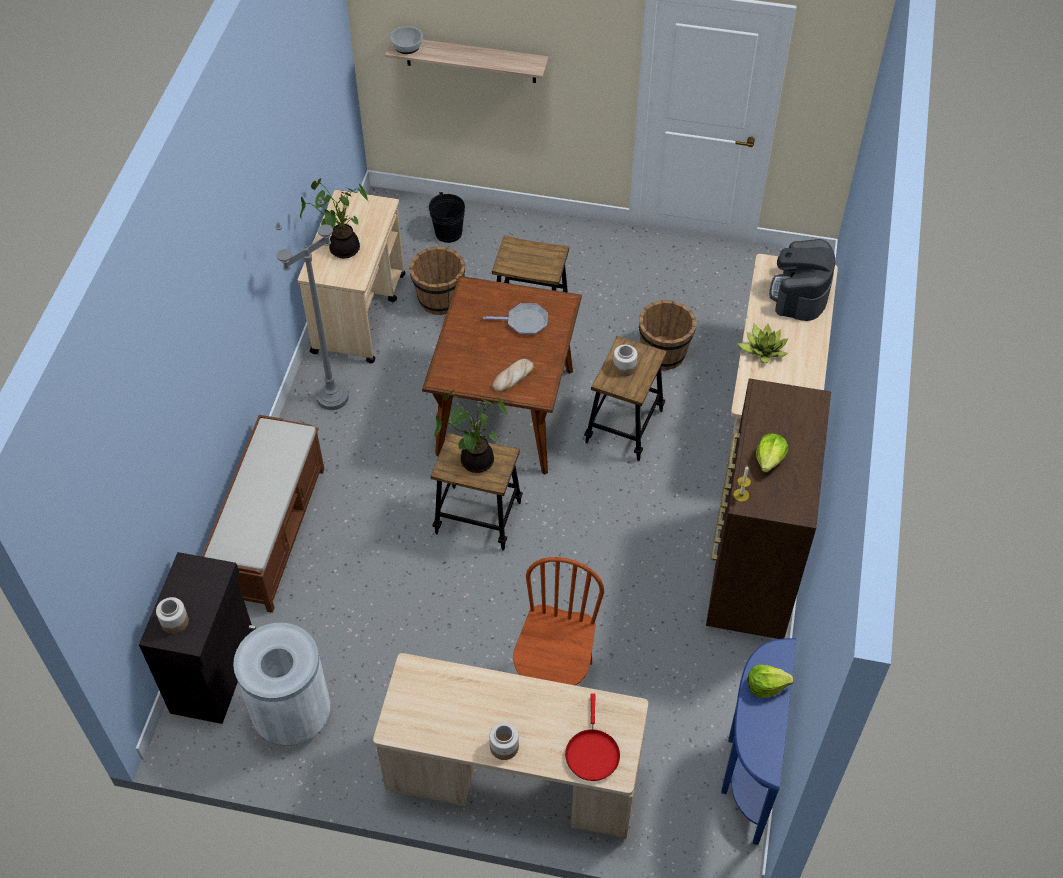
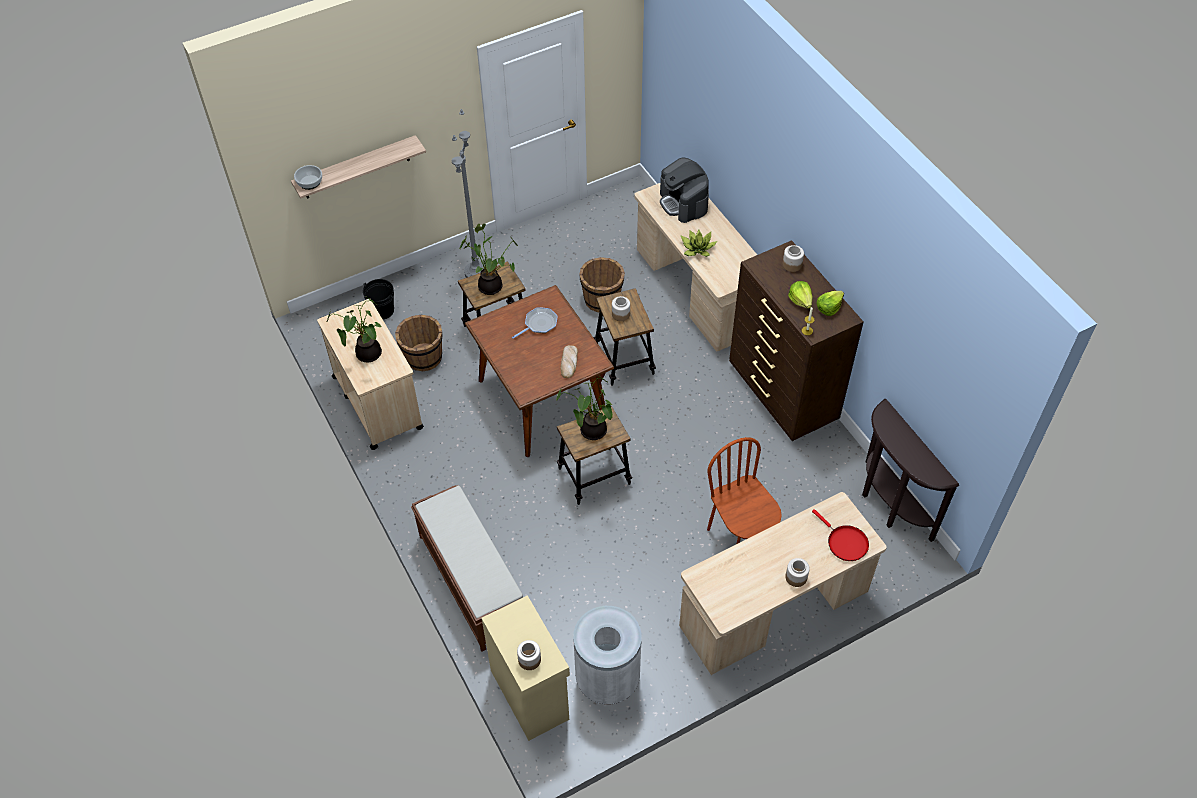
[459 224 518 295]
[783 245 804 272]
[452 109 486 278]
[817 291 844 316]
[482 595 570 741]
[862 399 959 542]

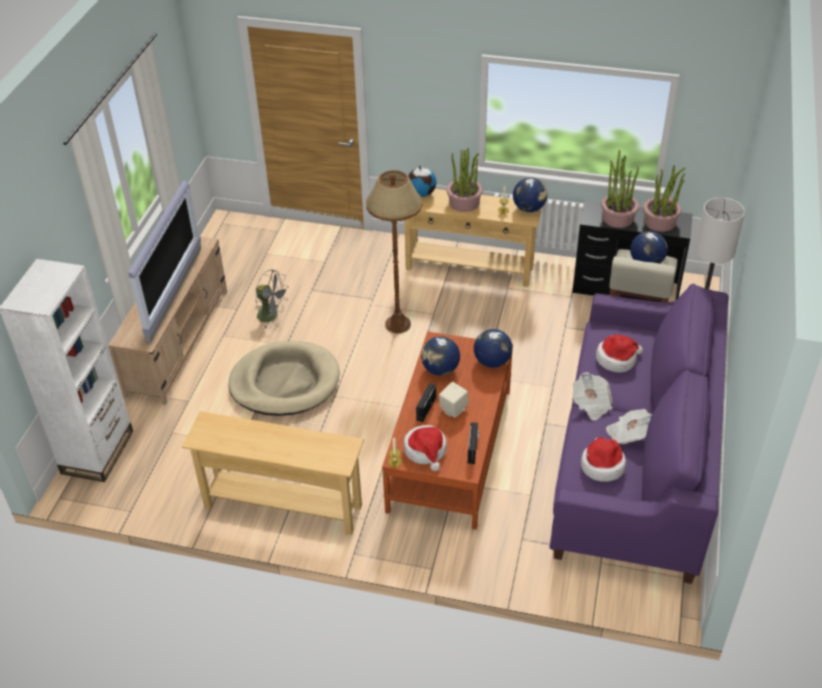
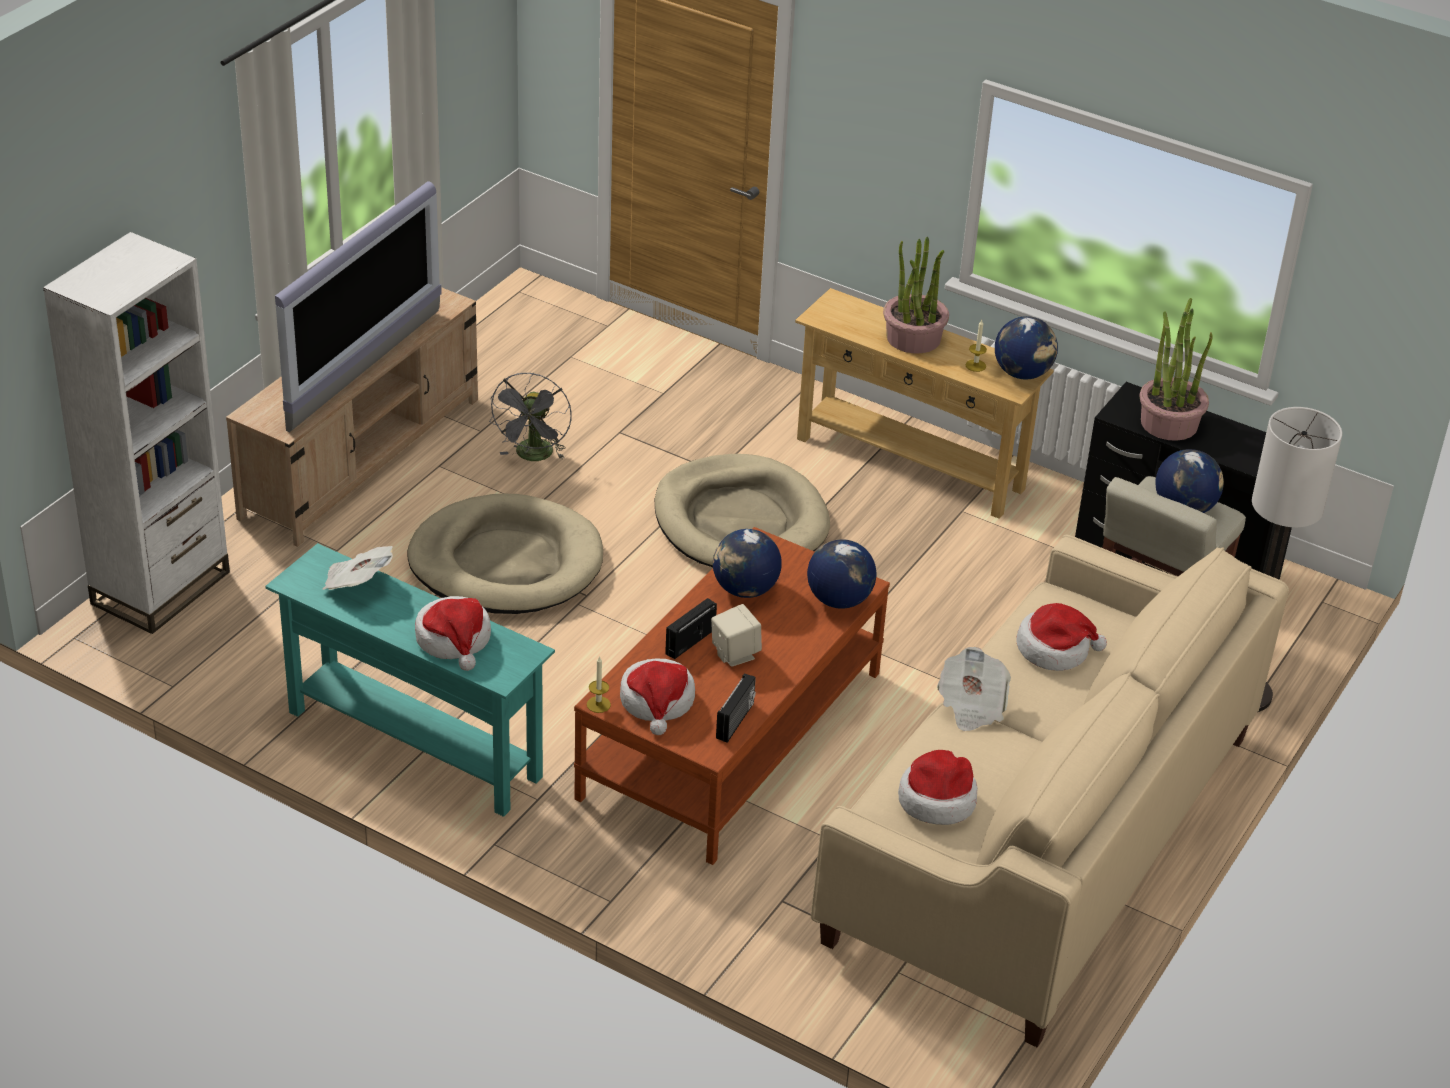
[408 166 436 197] (first image)
[643 165 685 232] (first image)
[415 596 491 671]
[322 546 393 590]
[655 454 830 567]
[265 543 555 817]
[811 535 1289 1047]
[489 373 572 461]

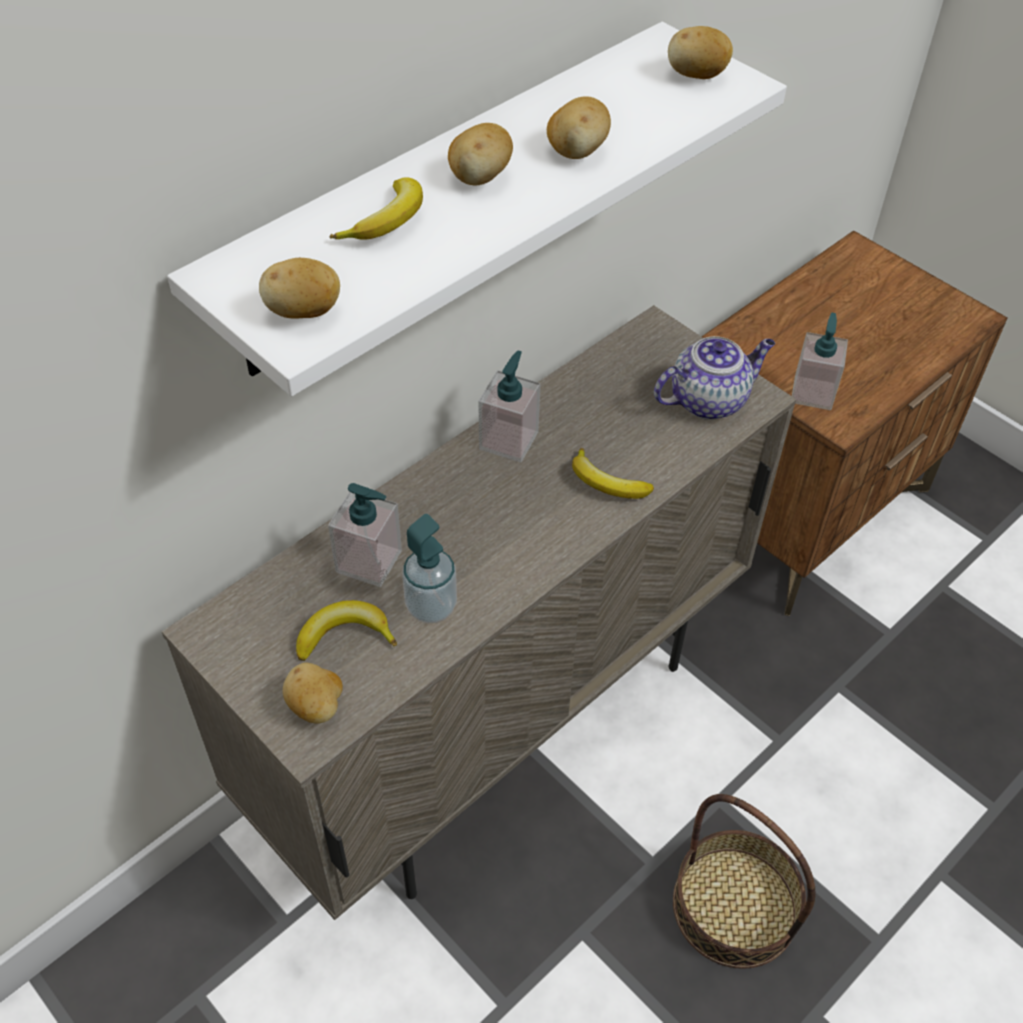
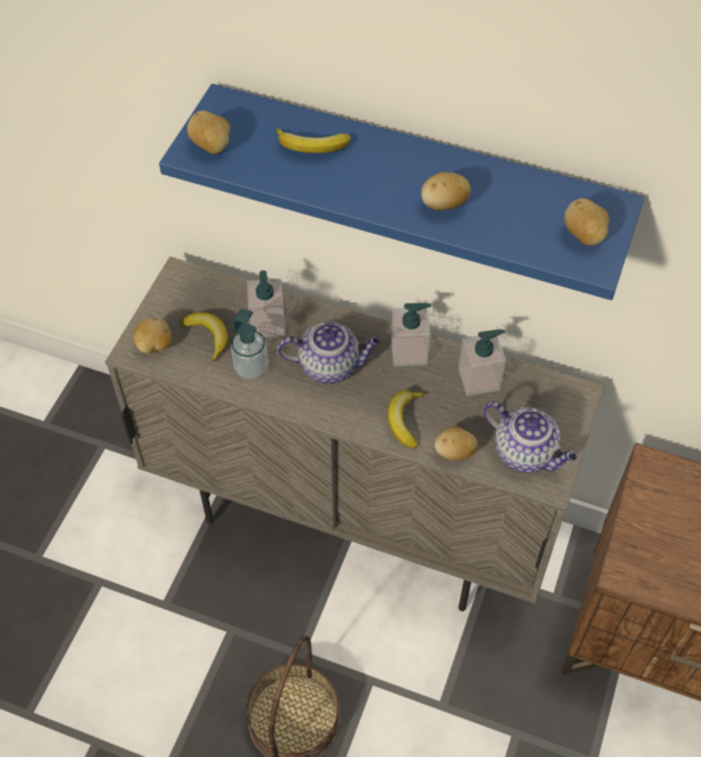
[278 322 380 384]
[434 427 477 461]
[458 329 506 396]
[159 84 644 300]

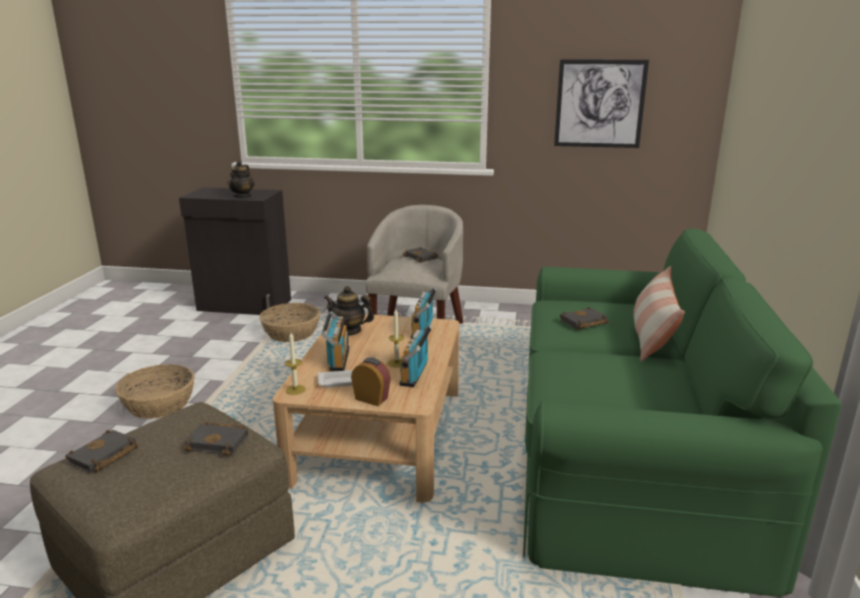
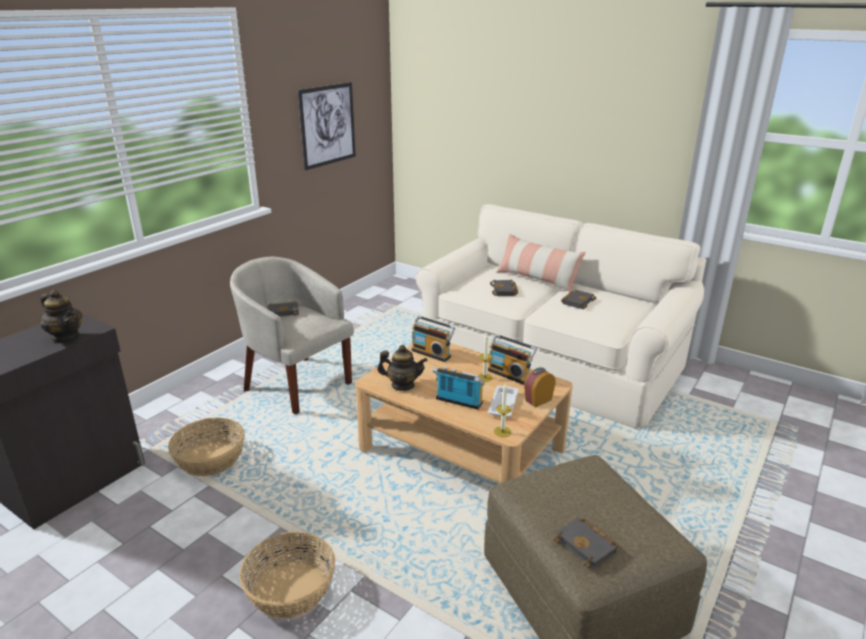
[561 290 596 309]
[416 204 707 428]
[377 345 427 391]

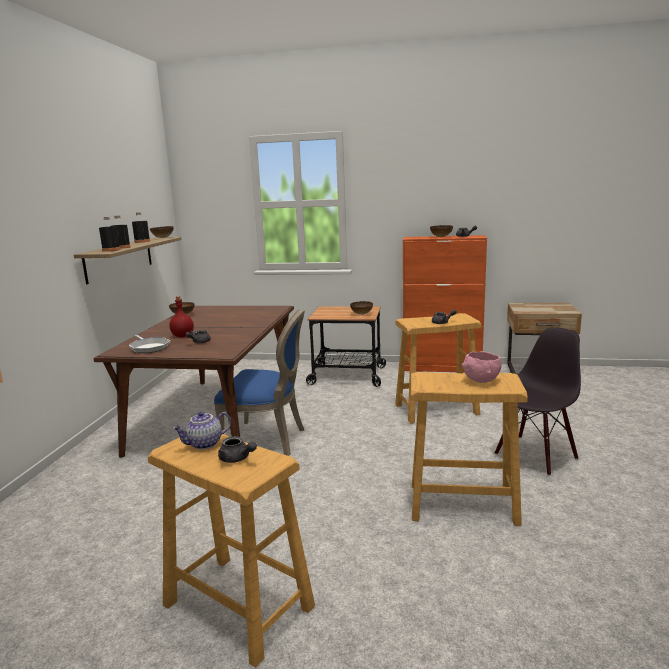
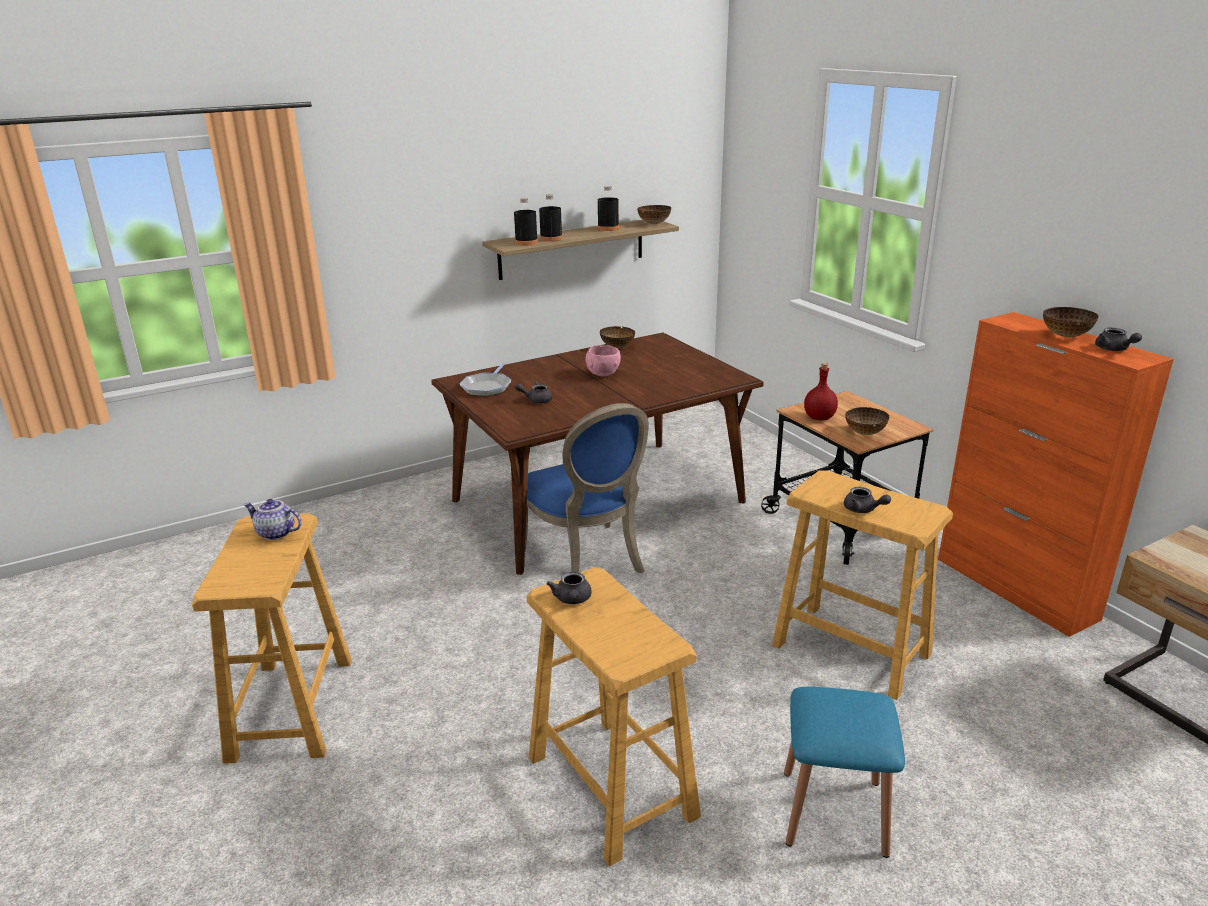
[804 363 838 420]
[547 571 592 604]
[586 345 621 376]
[784 687 905 858]

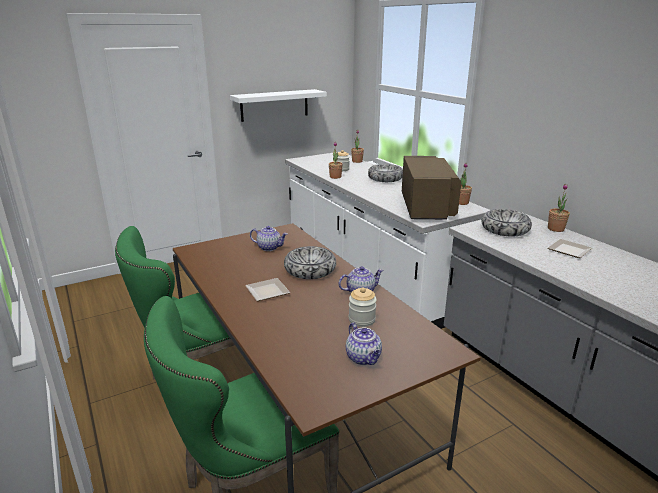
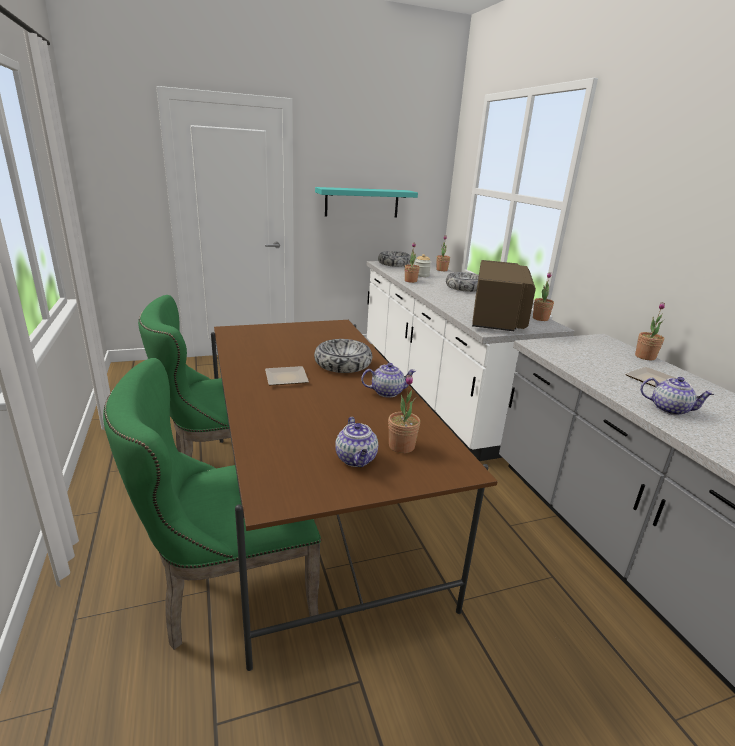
[349 287 377 327] (first image)
[388 375 420 453]
[640 377 714 416]
[378 251 411 267]
[315 187 418 218]

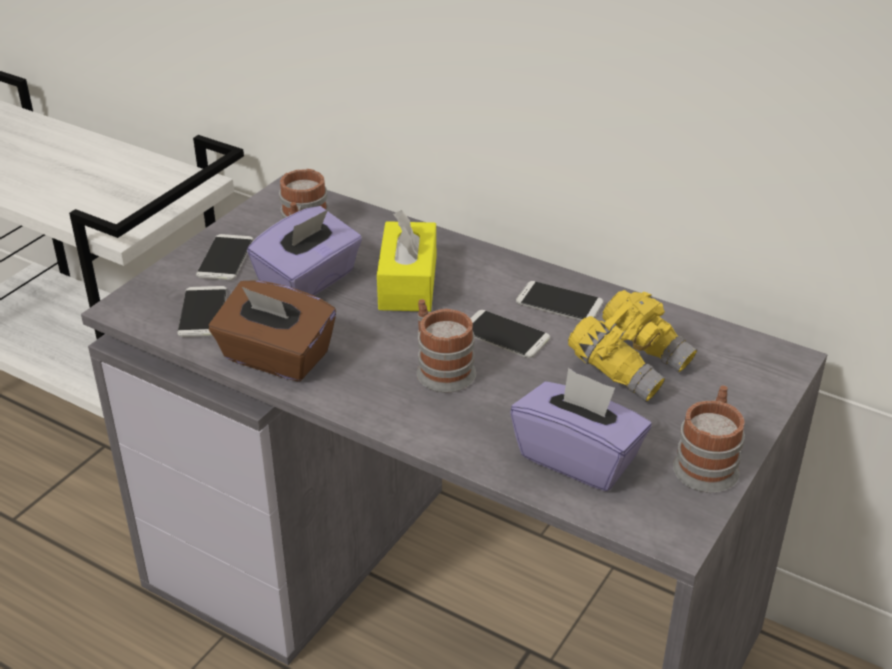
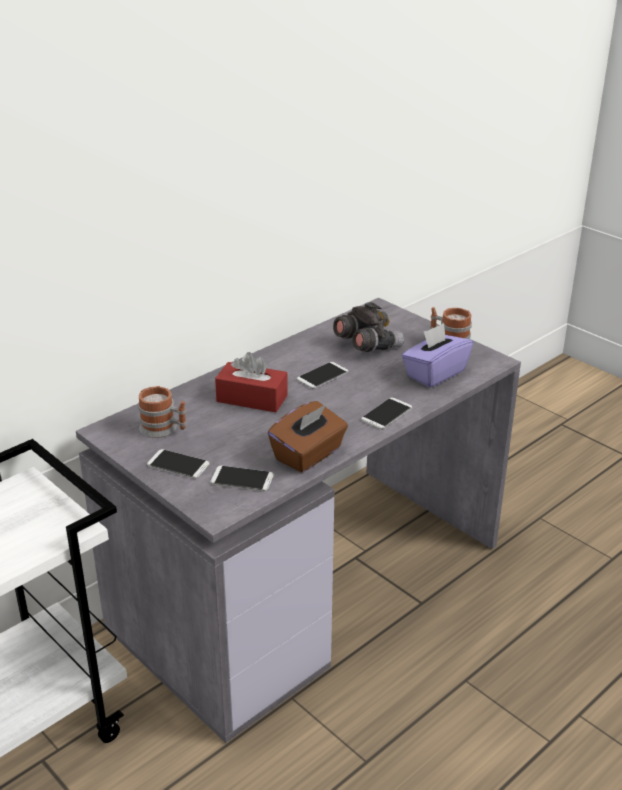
[247 206 362 296] (first image)
[417 299 476 392] (first image)
[361 398 412 429]
[215 352 288 412]
[333 302 404 352]

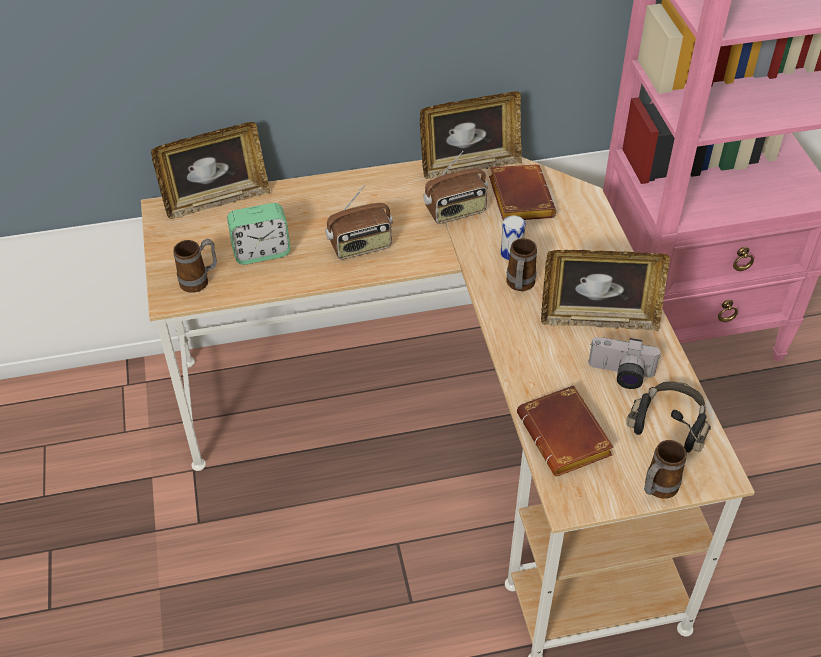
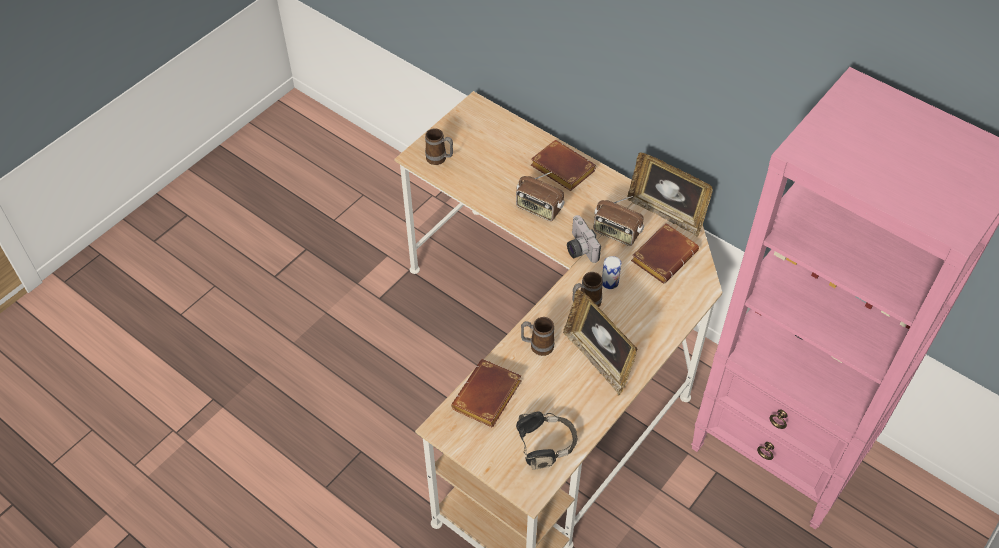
[151 122 270 219] (first image)
[227 203 291 265] (first image)
[531 140 596 191]
[567 215 601 263]
[521 317 555 356]

